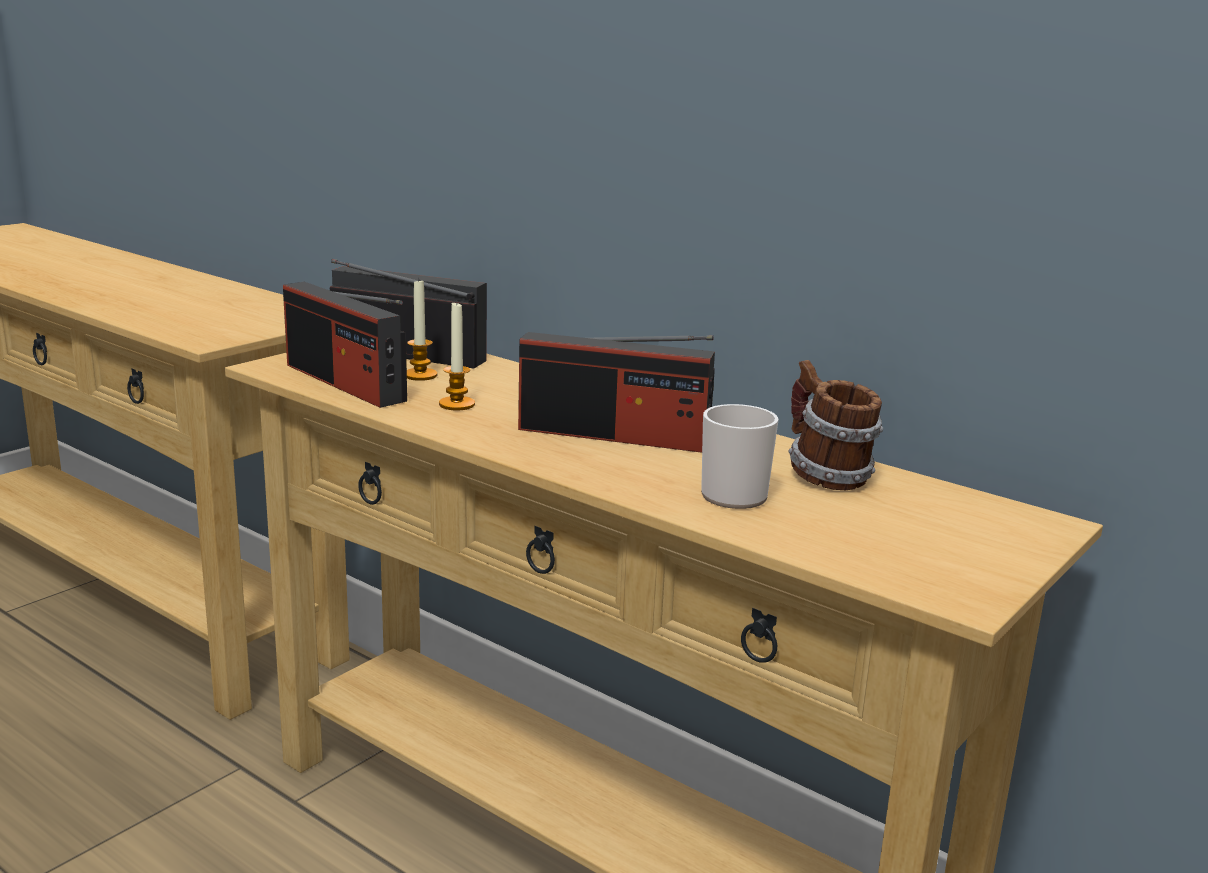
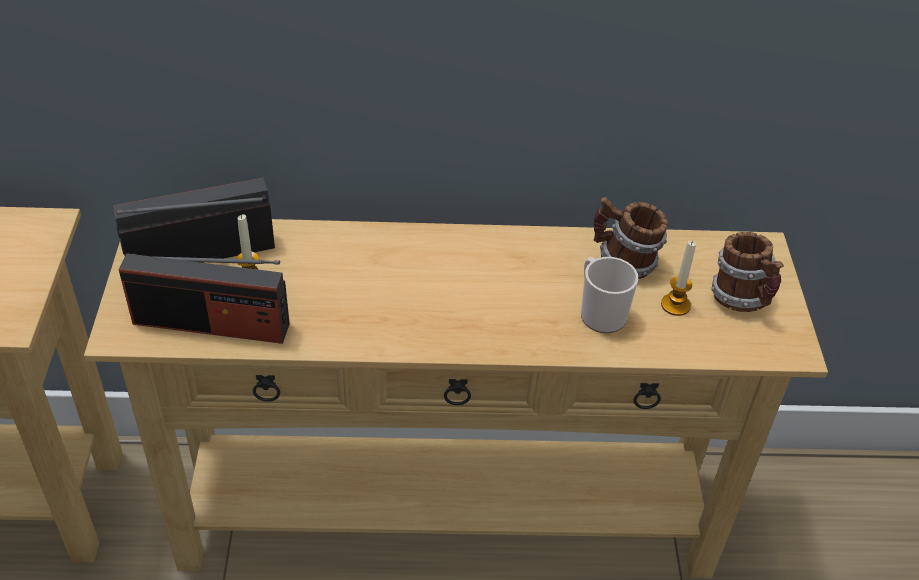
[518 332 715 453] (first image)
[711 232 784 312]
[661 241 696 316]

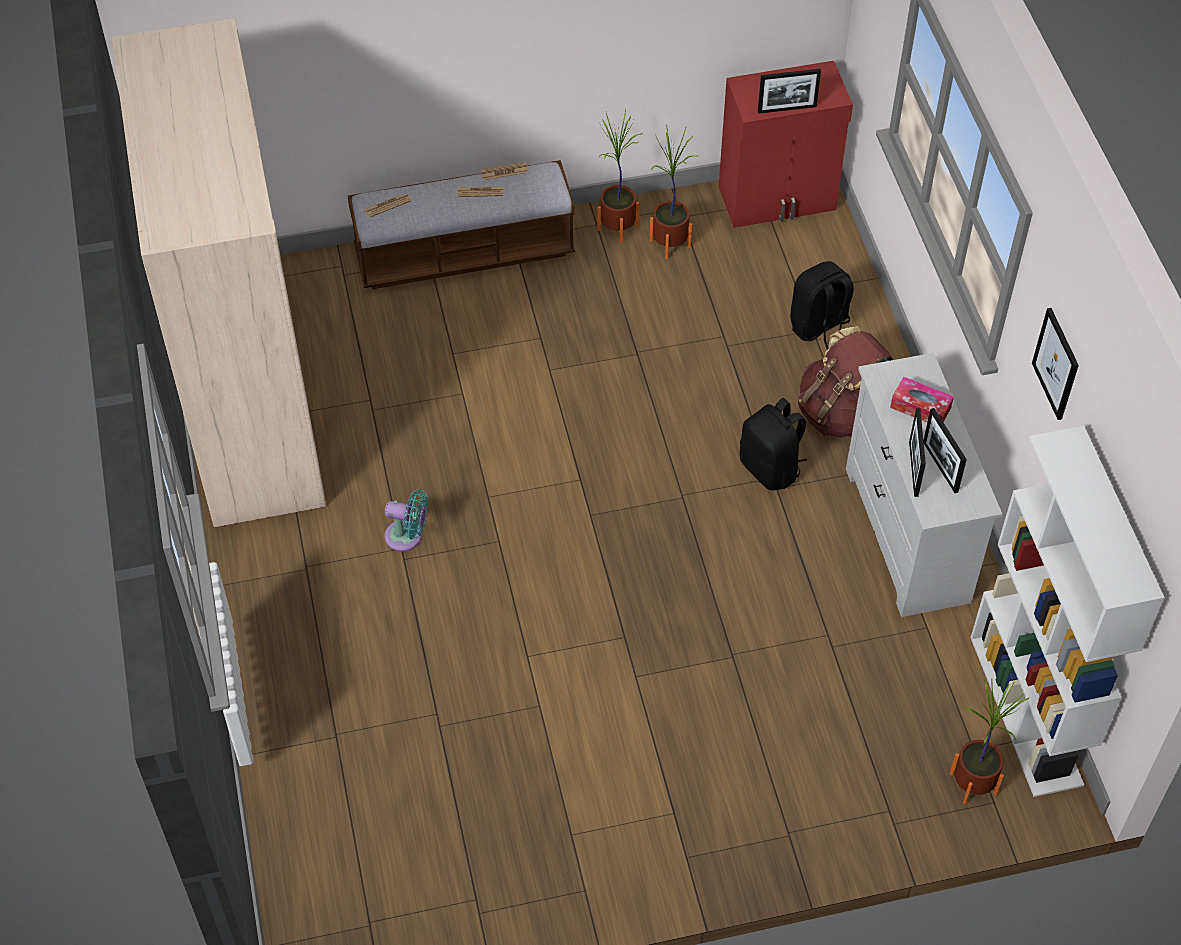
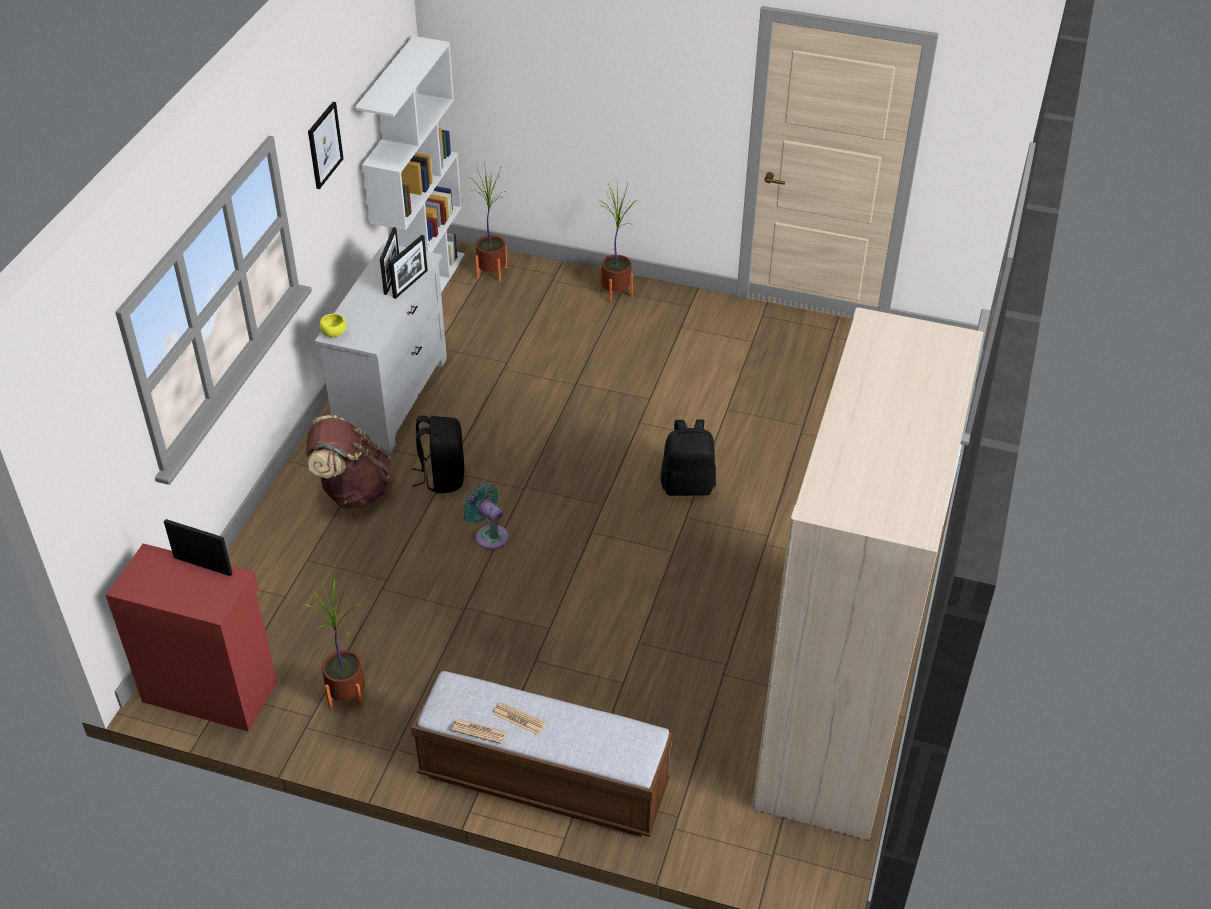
[364 193 411 218] (first image)
[890 377 954 422] (first image)
[320 314 346 337]
[462 483 509 550]
[598 182 639 303]
[661 420 716 496]

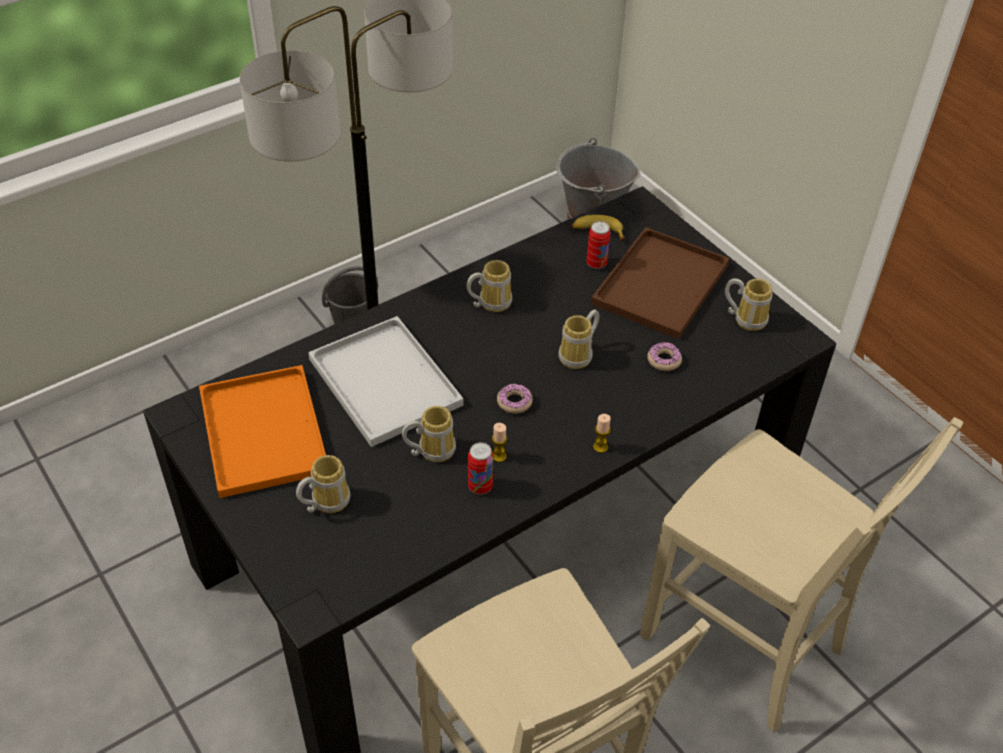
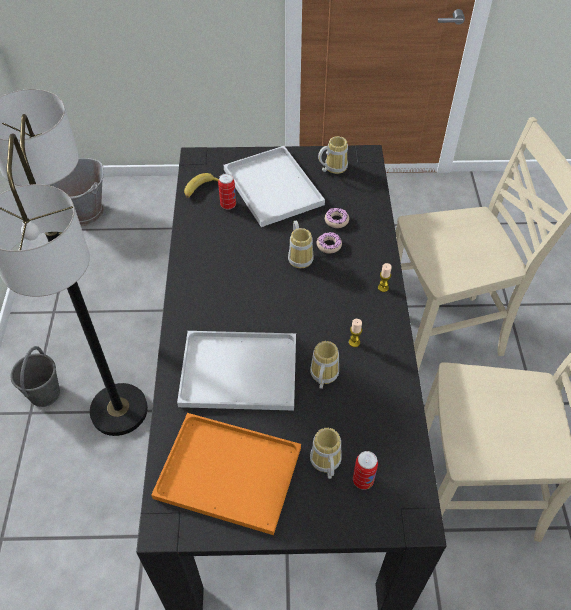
[467 260 512 312] (first image)
[353 451 378 490]
[317 232 342 254]
[224 146 325 227]

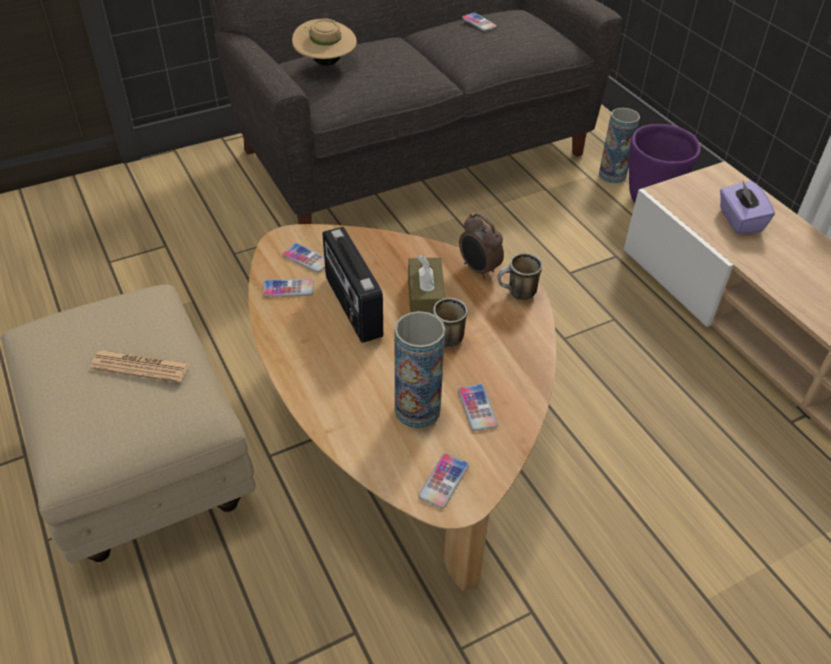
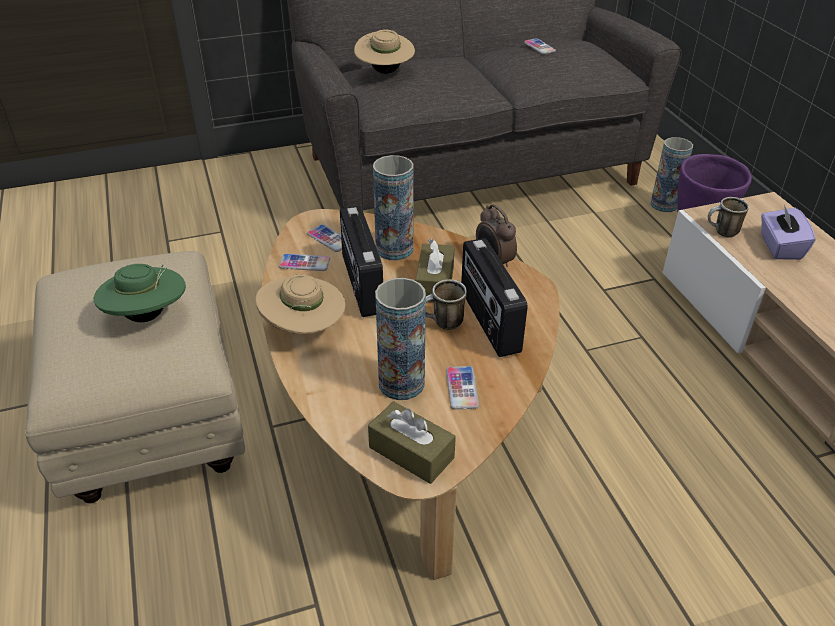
[256 274 346 334]
[373 155 414 260]
[461 238 527 357]
[708 197 749 237]
[94 264 186 322]
[368 401 456 484]

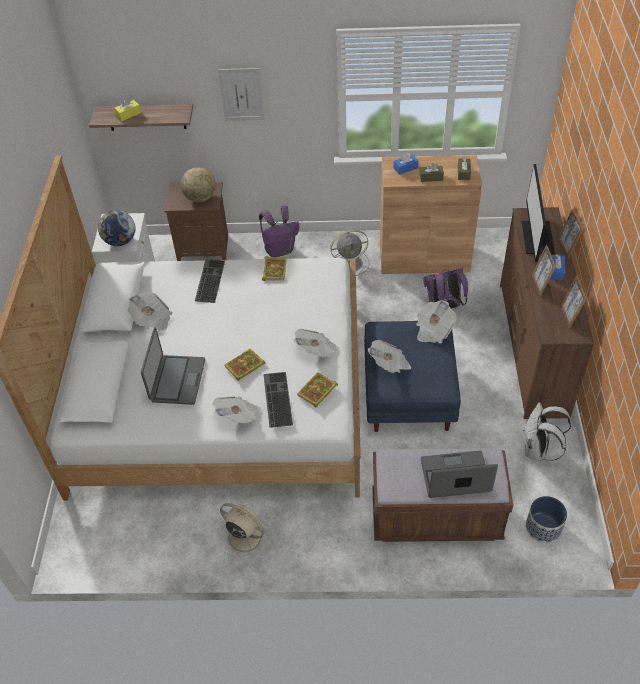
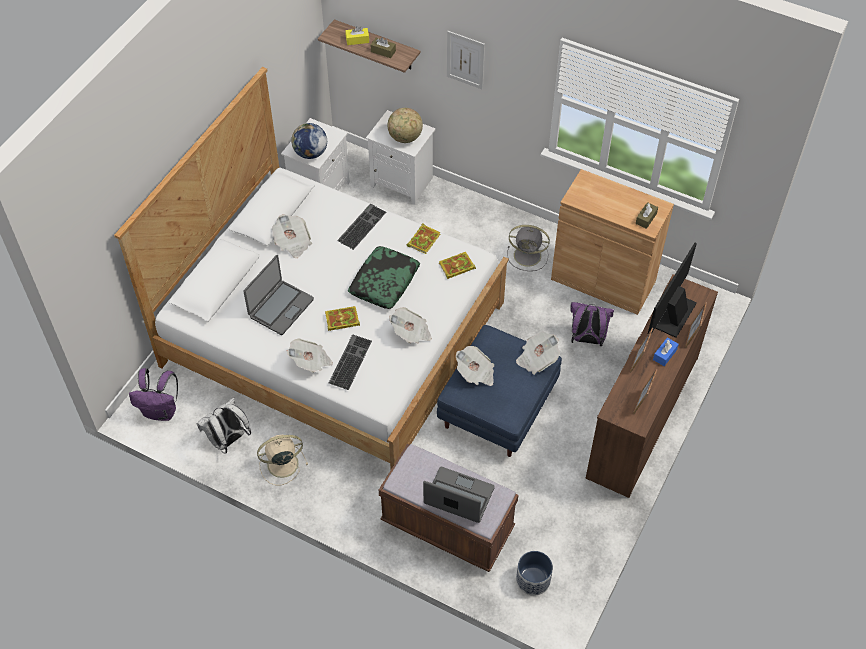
[394 152 419 175] (first image)
[348 246 420 309]
[129 368 178 421]
[439 252 476 279]
[371 37 396 58]
[197 398 251 454]
[366 110 436 204]
[257 435 308 485]

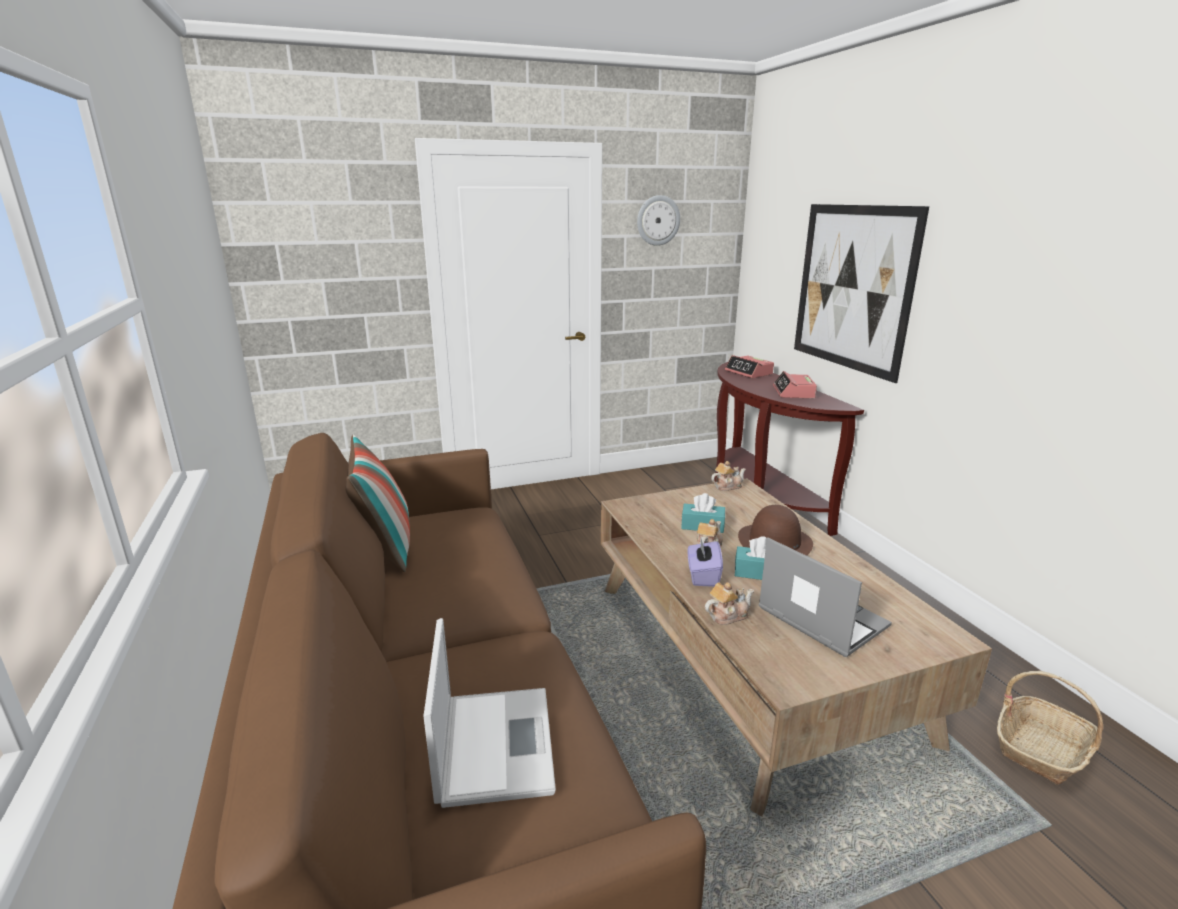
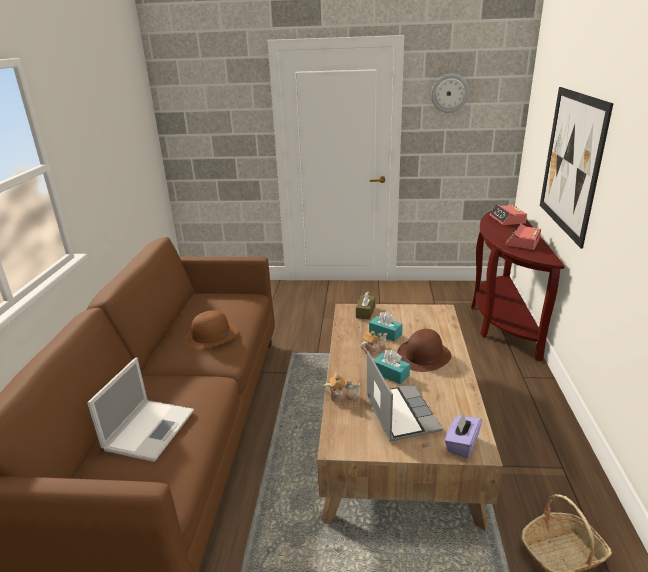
[346 434 410 572] (first image)
[711 461 746 491] (first image)
[184 310 238 349]
[356 291 375 320]
[445 413 482 458]

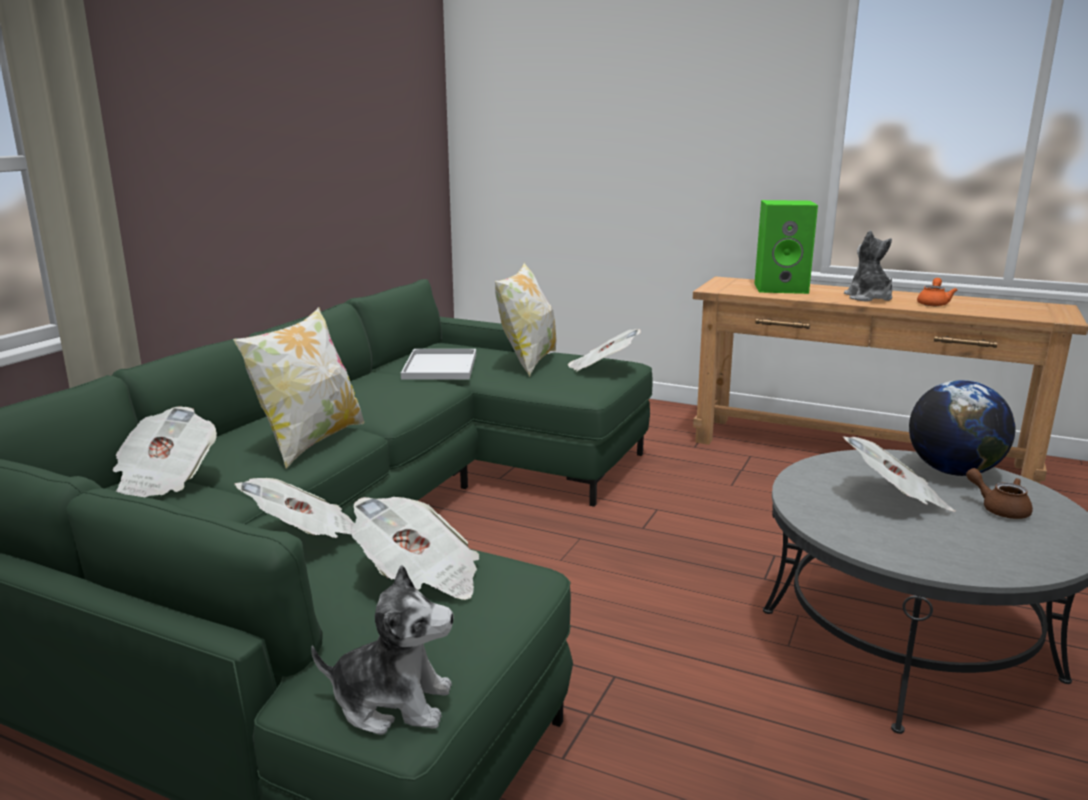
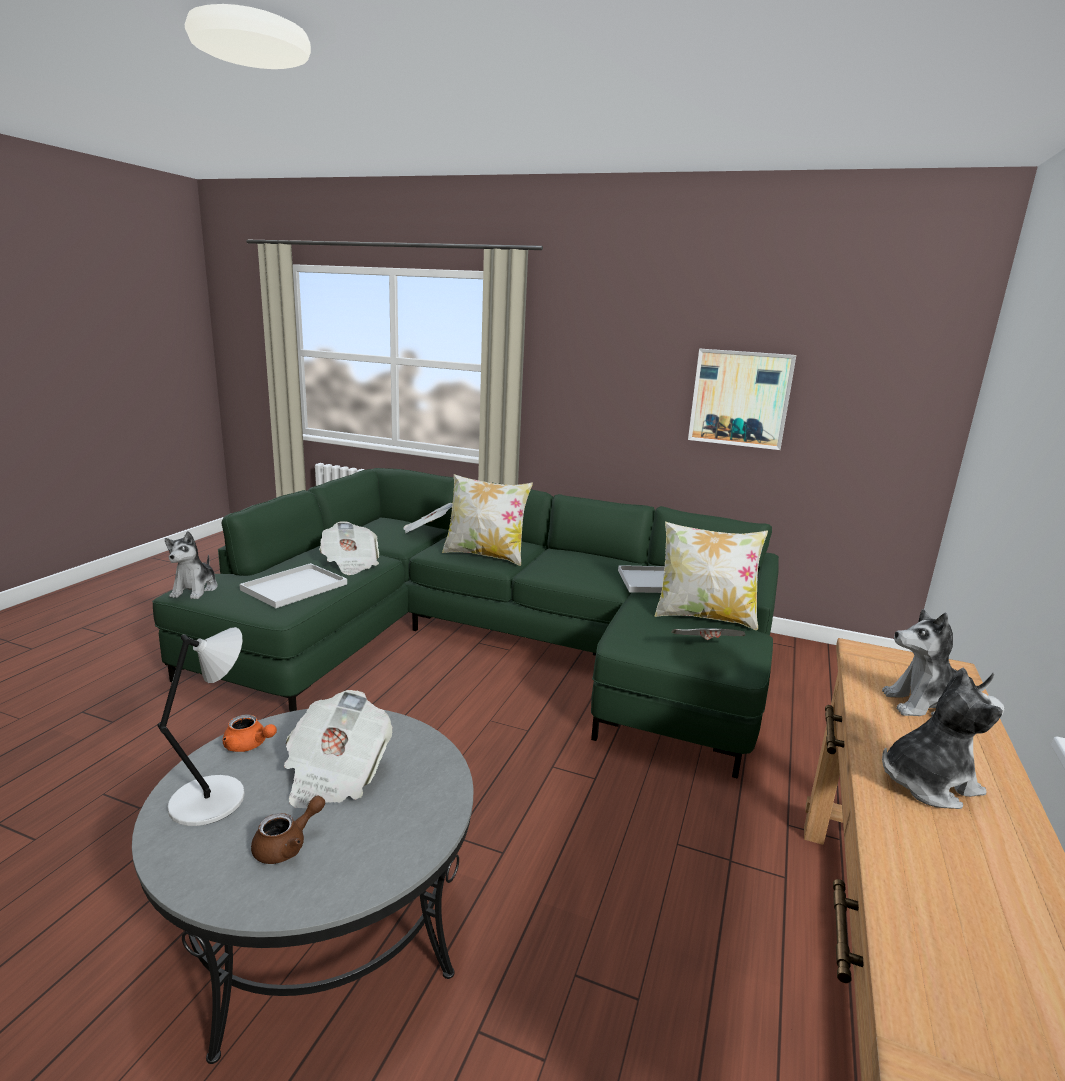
[909 380 1015 476] (first image)
[157 627 245 826]
[688 349 796 450]
[222 714 277 752]
[239 563 347 608]
[882 609 994 716]

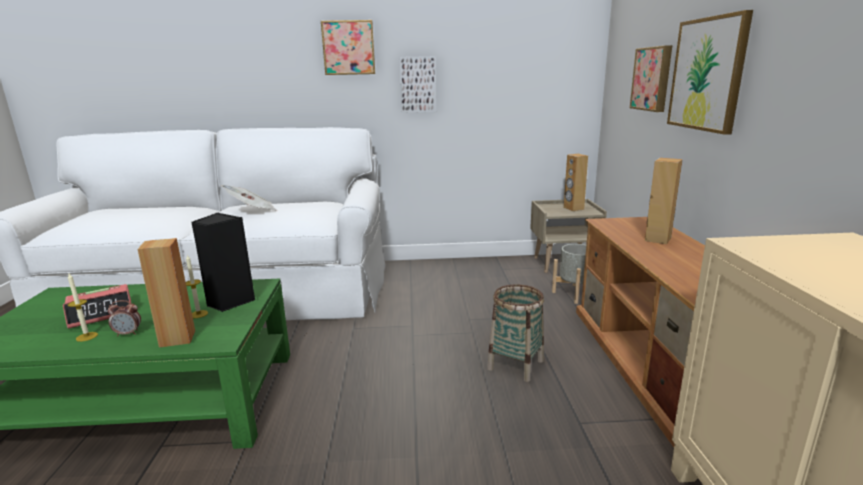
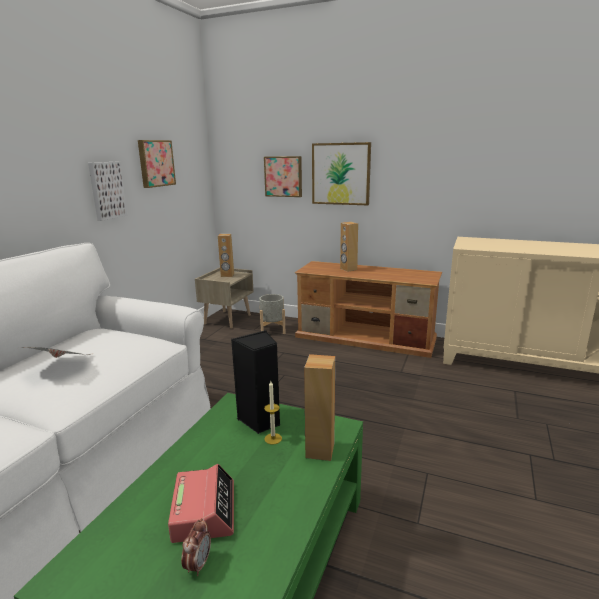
[68 273 98 342] (first image)
[487 284 544 382] (first image)
[181 518 211 576]
[138 140 176 188]

